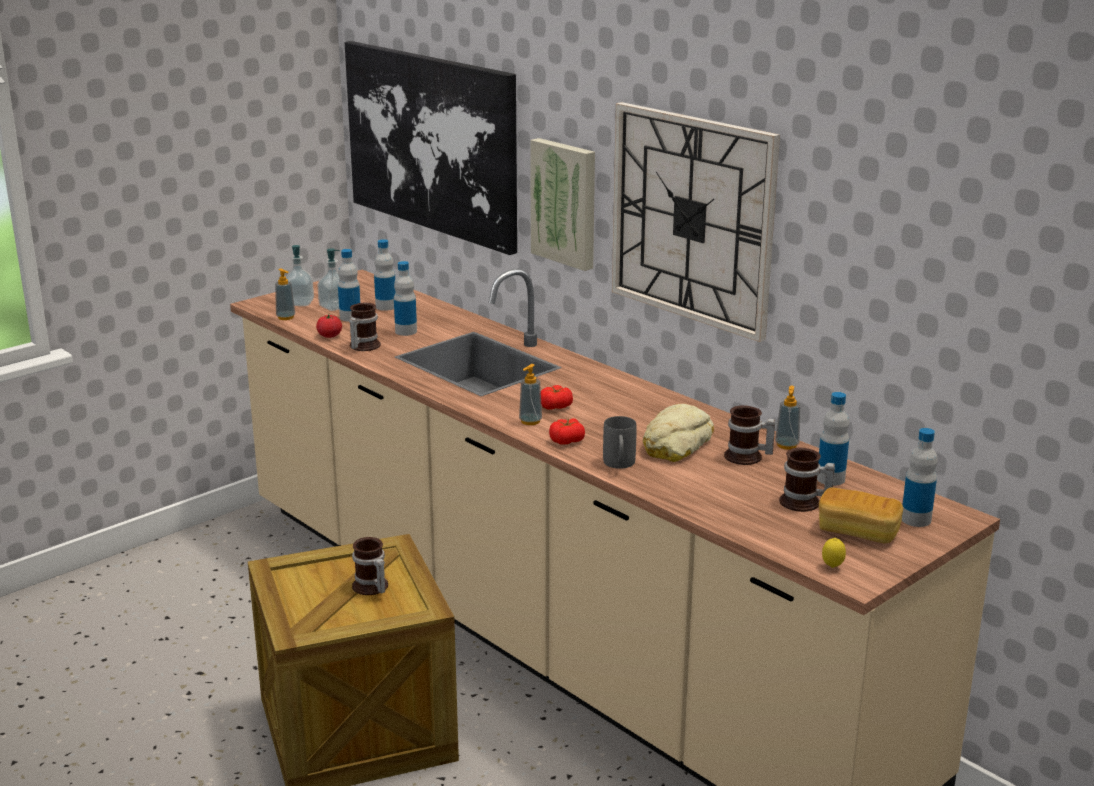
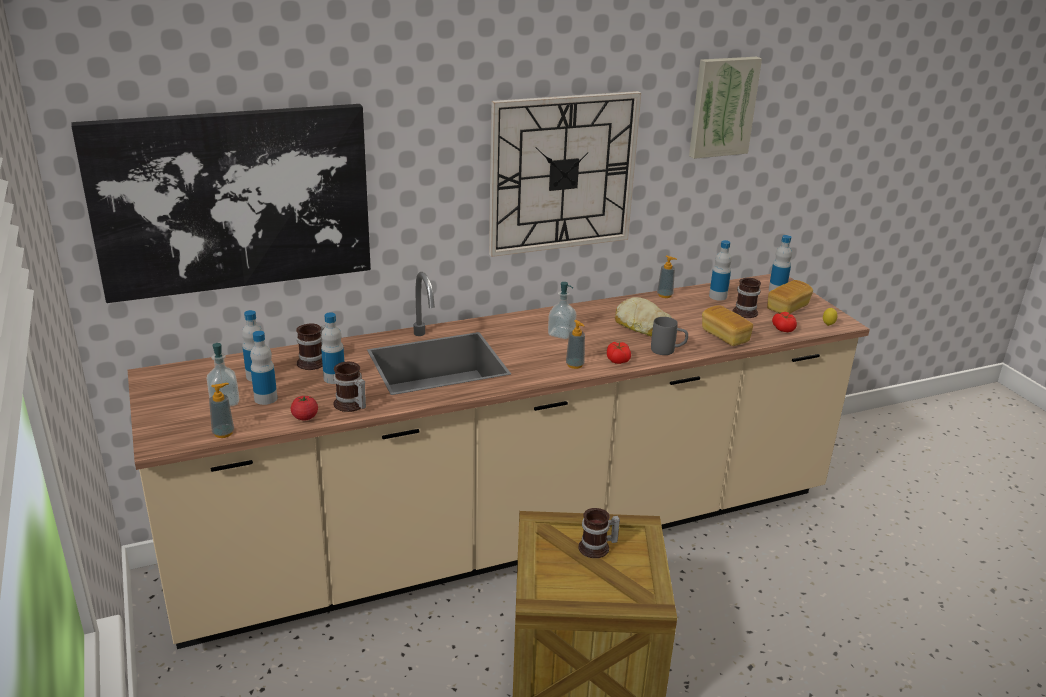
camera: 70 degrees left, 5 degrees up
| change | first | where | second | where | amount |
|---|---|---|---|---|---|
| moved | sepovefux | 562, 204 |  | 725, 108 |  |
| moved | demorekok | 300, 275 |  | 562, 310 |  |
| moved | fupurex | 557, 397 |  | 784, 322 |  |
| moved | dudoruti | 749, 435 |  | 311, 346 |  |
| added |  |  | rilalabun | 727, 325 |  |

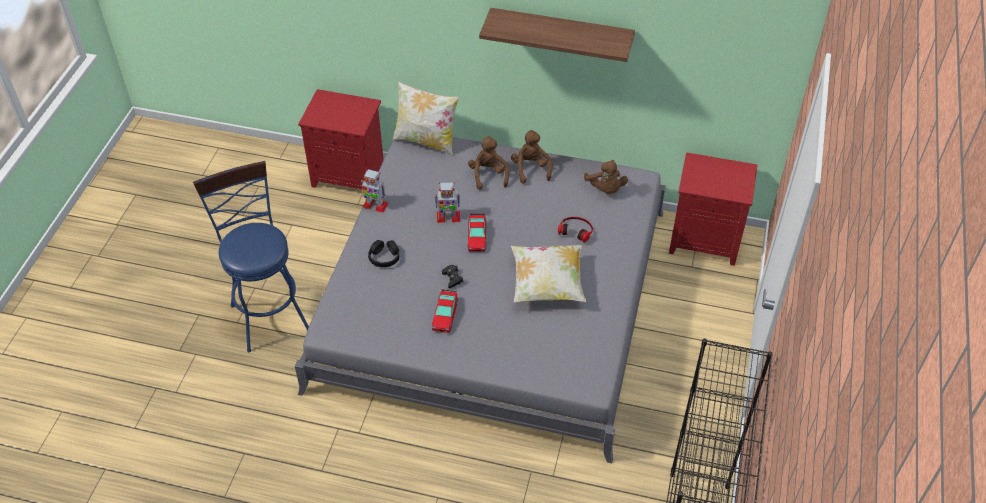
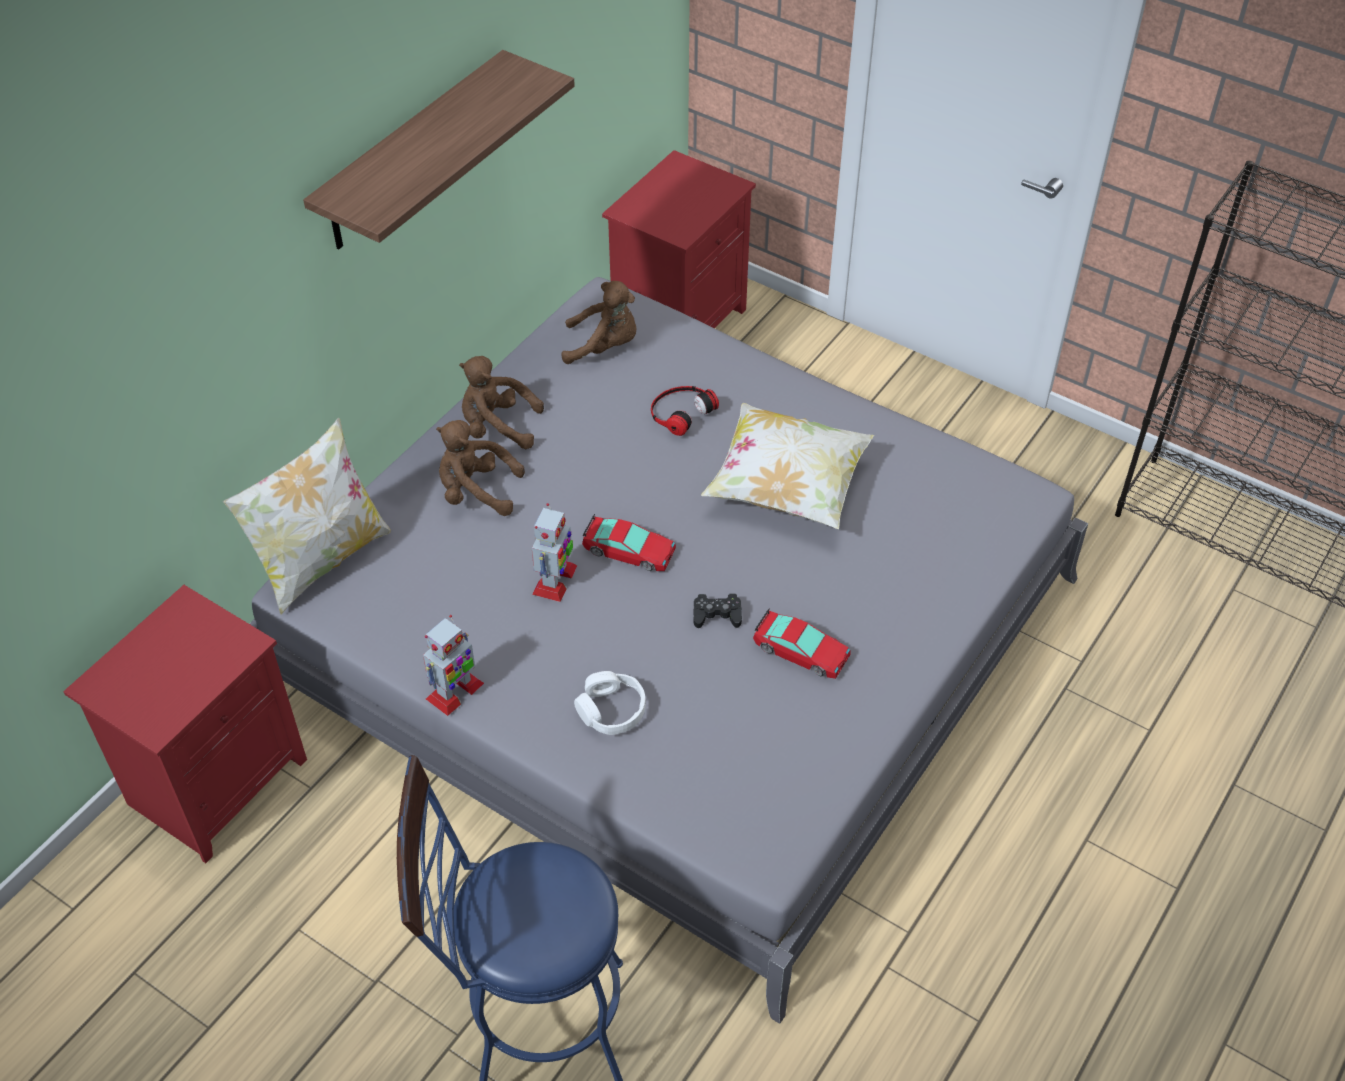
camera: 70 degrees left, 0 degrees up
| change | first | where | second | where | amount |
|---|---|---|---|---|---|
| recoloured | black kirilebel | 383, 253 | white kirilebel | 610, 703 |  |

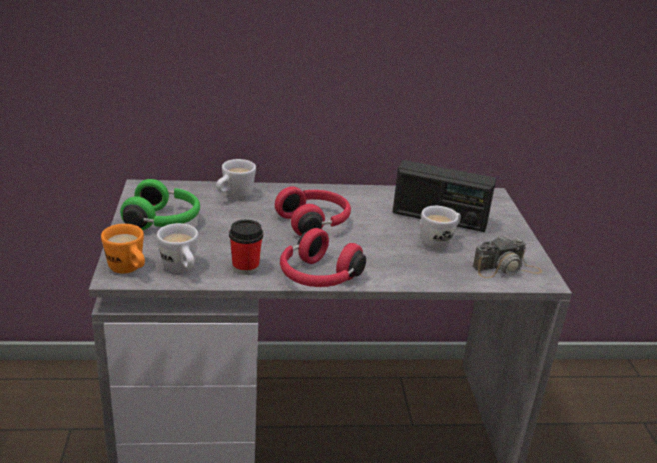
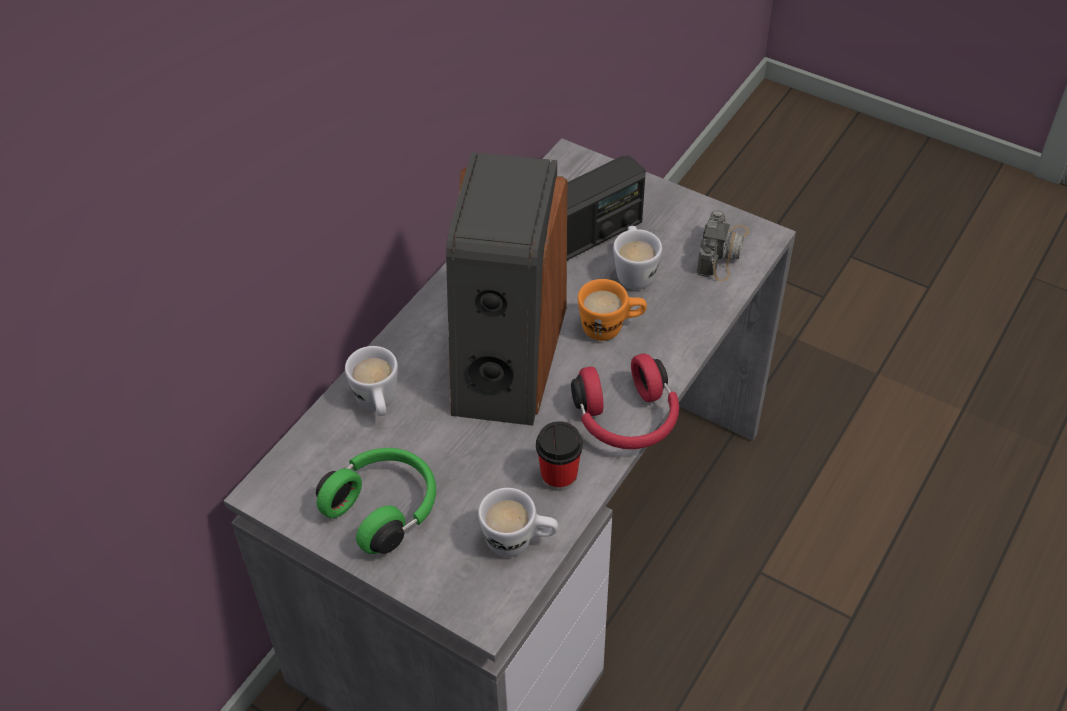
camera: 50 degrees left, 20 degrees up
| change | first | where | second | where | amount |
|---|---|---|---|---|---|
| replaced | red kirilebel | 313, 211 | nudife | 506, 289 |  |
| moved | orange dudoruti | 123, 249 |  | 612, 310 |  |

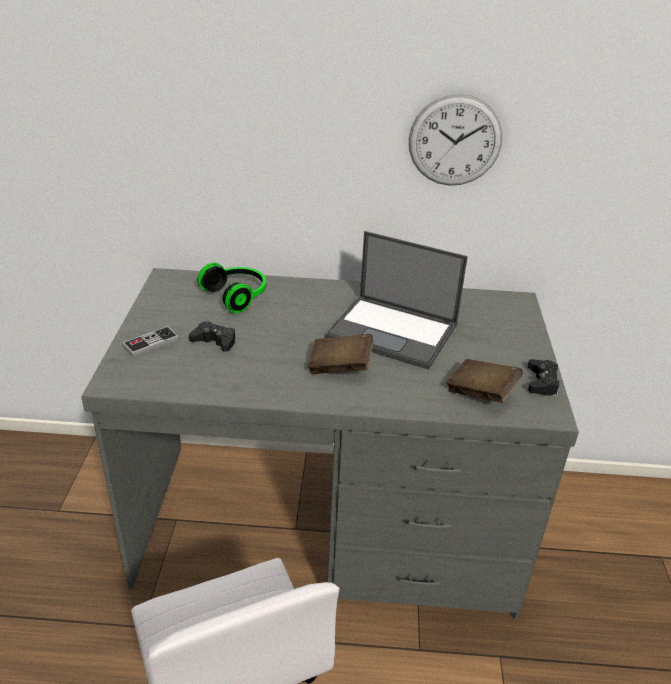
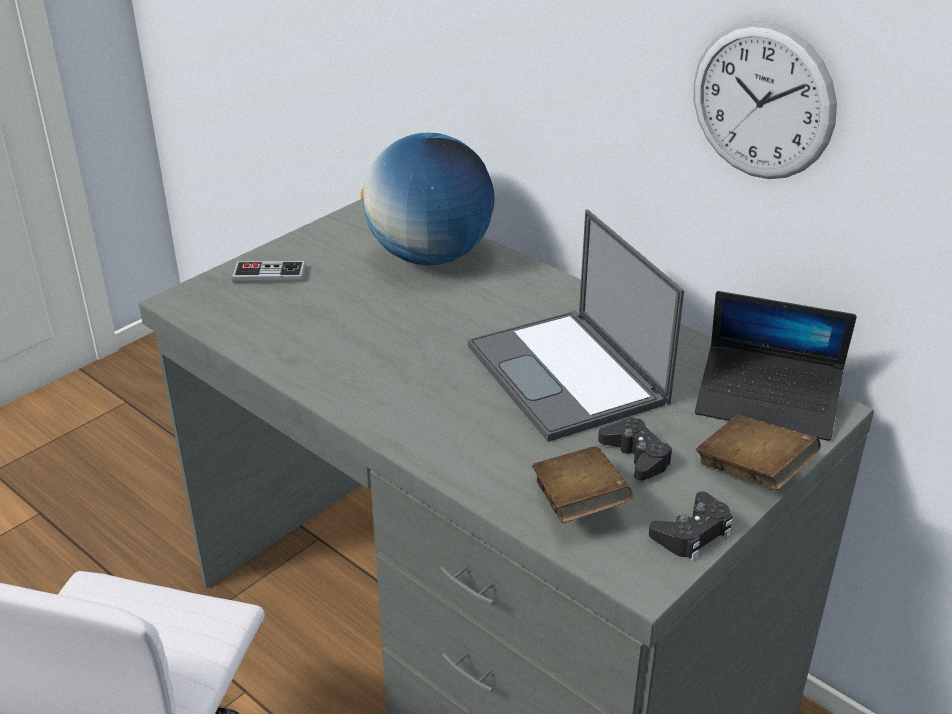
camera: 40 degrees right, 0 degrees up
| change | first | where | second | where | amount |
|---|---|---|---|---|---|
| replaced | kirilebel | 231, 288 | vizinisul | 428, 198 |  |
| moved | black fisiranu | 212, 336 |  | 635, 449 |  |
| moved | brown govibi | 340, 354 |  | 758, 452 |  |
| added |  |  | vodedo | 776, 366 |  |

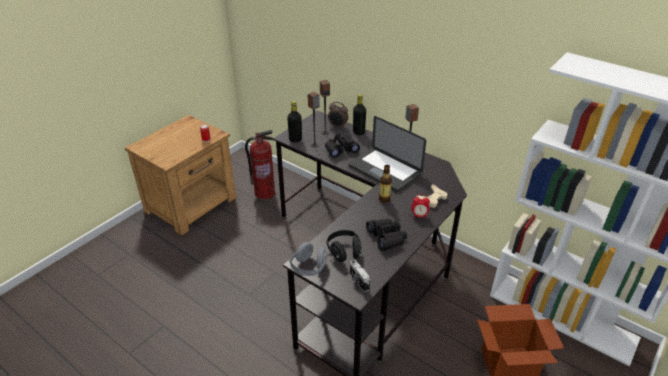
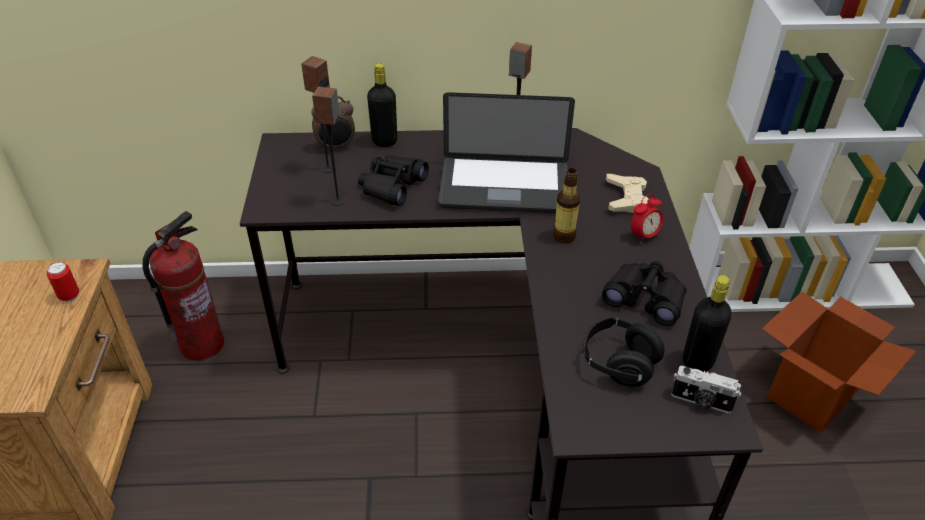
camera: 40 degrees left, 5 degrees up
| change | first | where | second | where | amount |
|---|---|---|---|---|---|
| moved | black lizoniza | 294, 122 |  | 707, 323 |  |
| removed | grey kirilebel | 308, 259 |  |  |  |

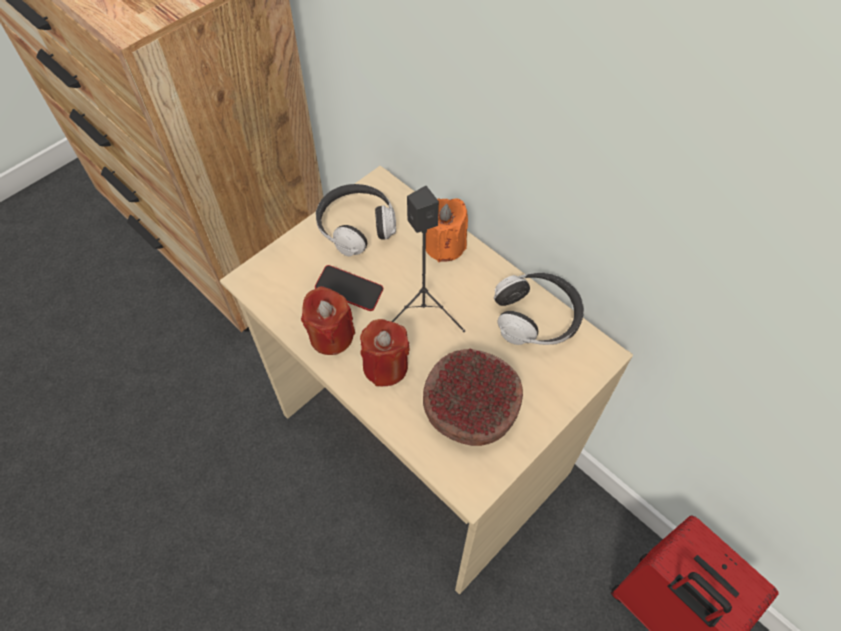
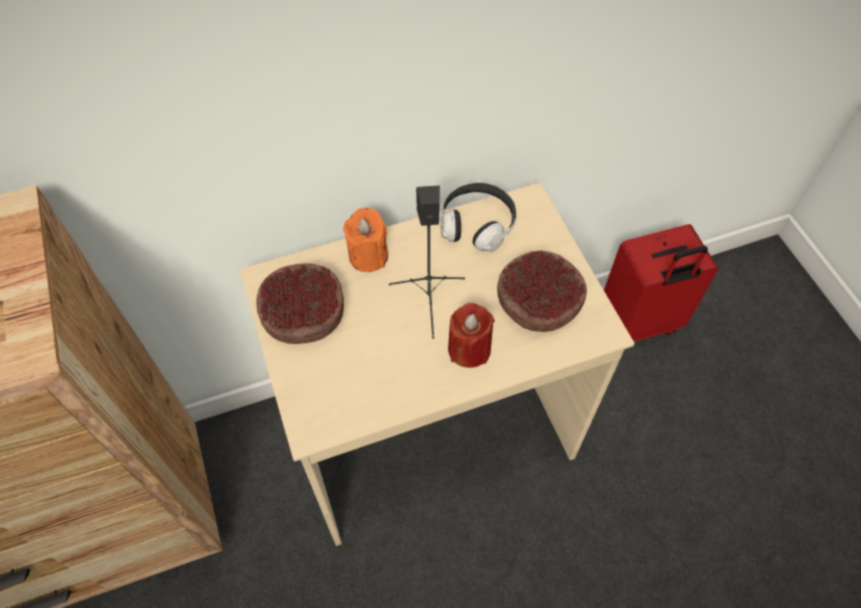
camera: 65 degrees left, 0 degrees up
| change | first | where | second | where | amount |
|---|---|---|---|---|---|
| replaced | kirilebel | 356, 220 | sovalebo | 300, 303 |  |
| removed | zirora | 349, 288 |  |  |  |
| removed | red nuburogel | 328, 320 |  |  |  |

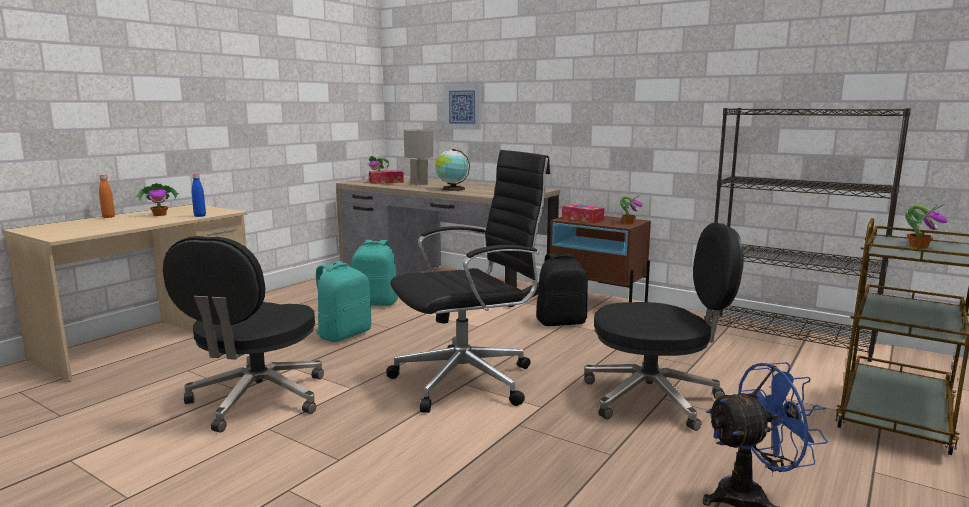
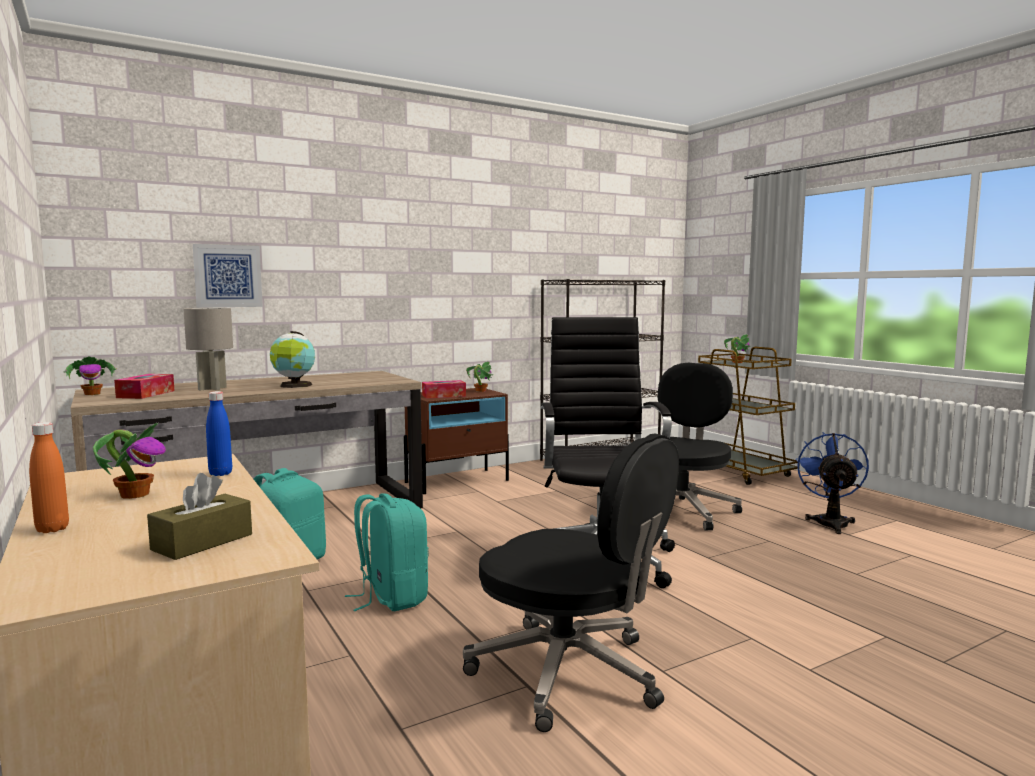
camera: 65 degrees left, 5 degrees down
| change | first | where | second | where | amount |
|---|---|---|---|---|---|
| removed | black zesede | 562, 289 |  |  |  |
| added |  |  | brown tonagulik | 199, 516 |  |

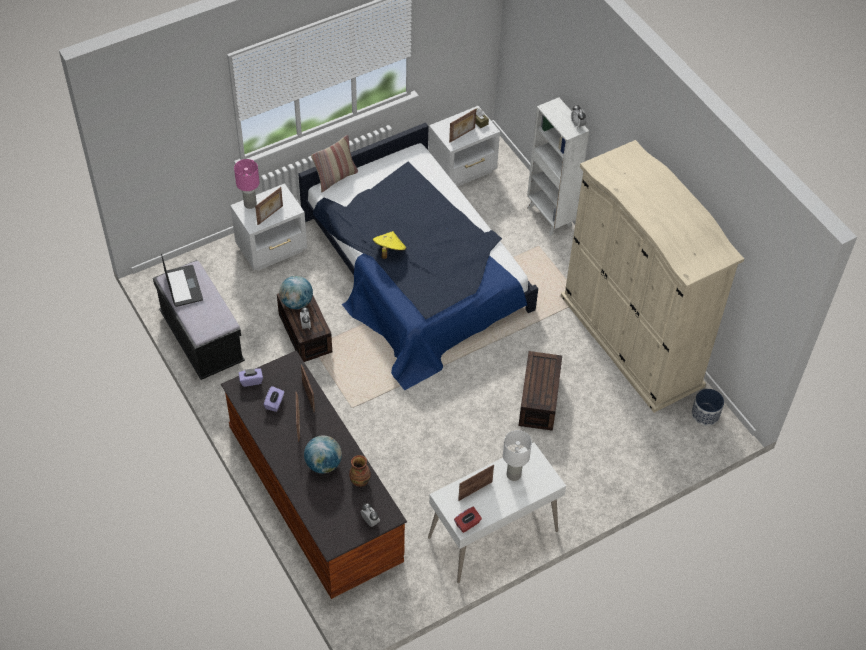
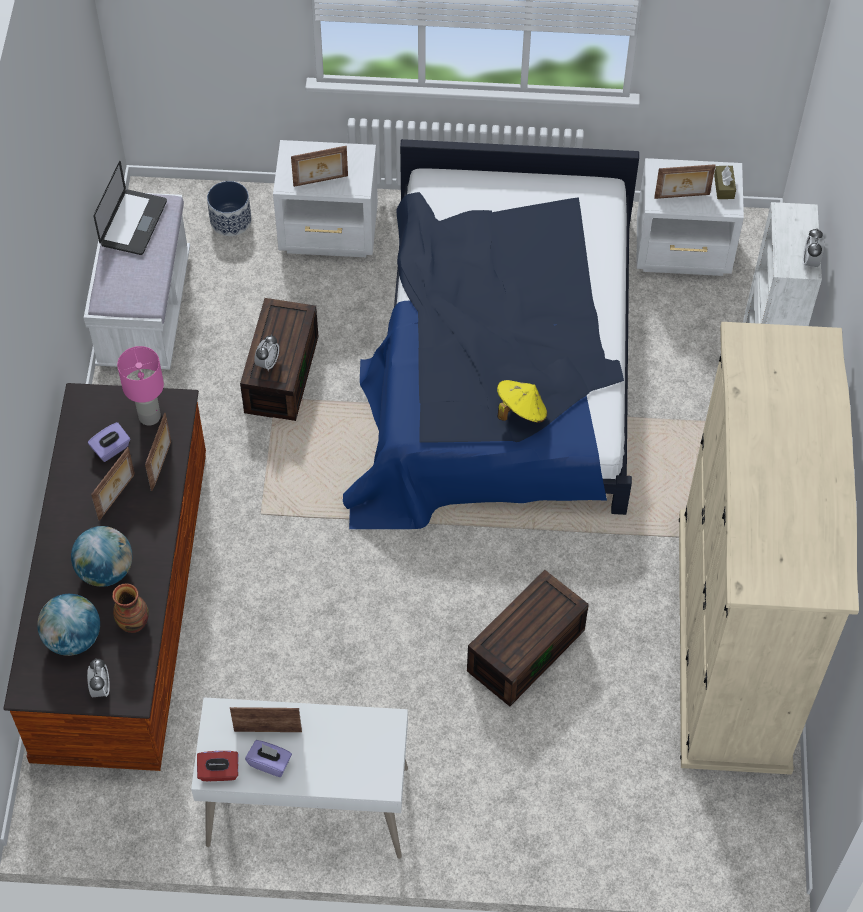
camera: 35 degrees right, 5 degrees up
| change | first | where | second | where | amount |
|---|---|---|---|---|---|
| removed | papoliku | 334, 163 |  |  |  |
| moved | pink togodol | 246, 184 |  | 140, 386 |  |
| moved | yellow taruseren | 389, 245 |  | 522, 401 |  |
| recoloured | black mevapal | 199, 320 | white mevapal | 137, 281 |  |
| moved | vizinisul | 296, 292 |  | 68, 625 |  |
| moved | purple tonagulik | 251, 377 |  | 268, 758 |  |
| moved | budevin | 707, 407 |  | 229, 208 |  |
| removed | white togodol | 517, 455 |  |  |  |

